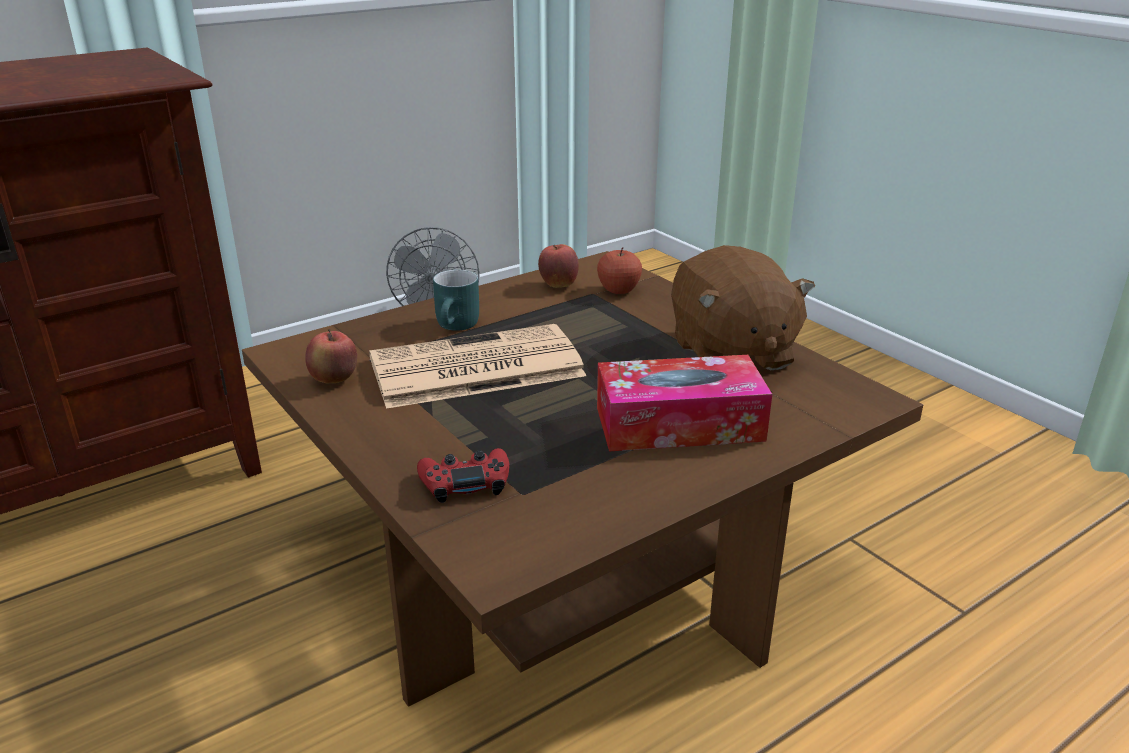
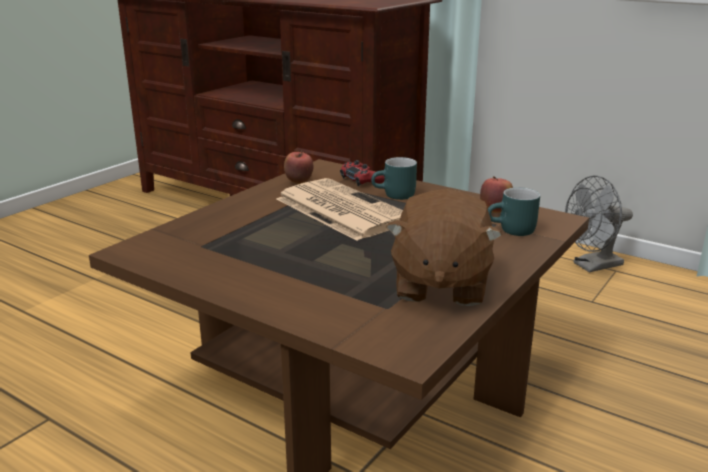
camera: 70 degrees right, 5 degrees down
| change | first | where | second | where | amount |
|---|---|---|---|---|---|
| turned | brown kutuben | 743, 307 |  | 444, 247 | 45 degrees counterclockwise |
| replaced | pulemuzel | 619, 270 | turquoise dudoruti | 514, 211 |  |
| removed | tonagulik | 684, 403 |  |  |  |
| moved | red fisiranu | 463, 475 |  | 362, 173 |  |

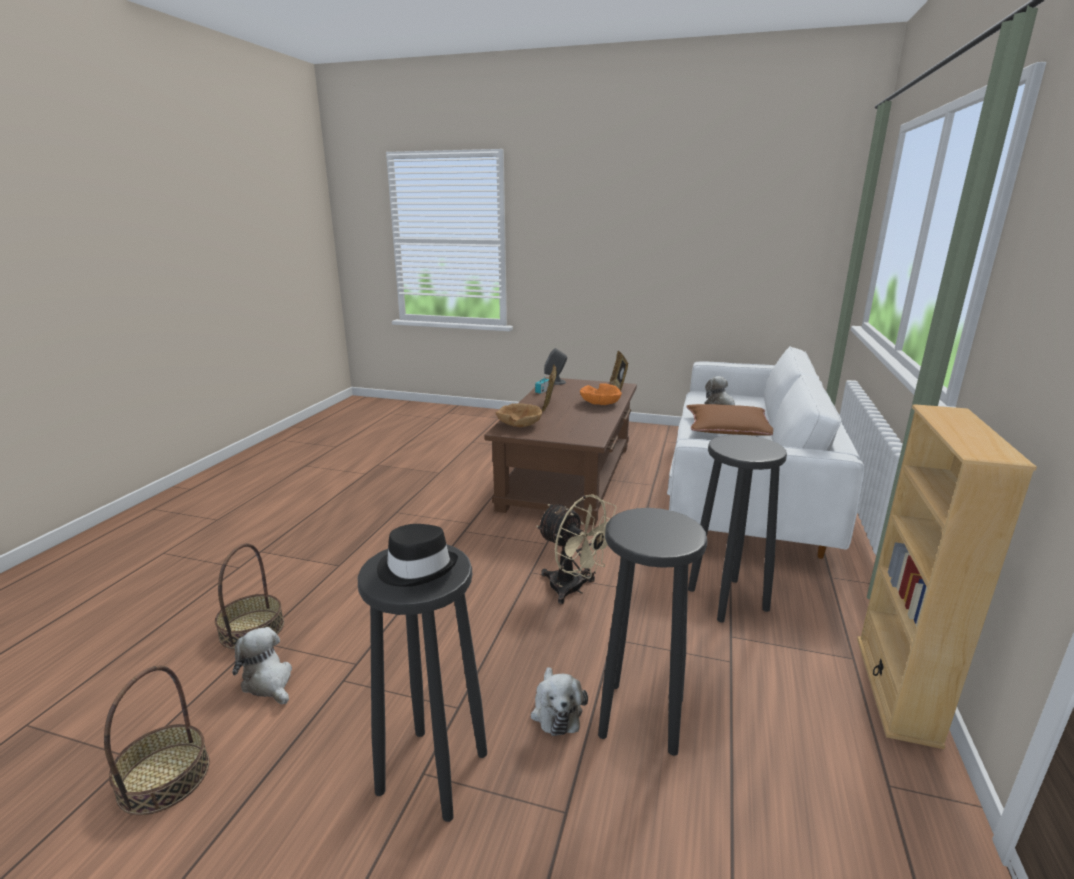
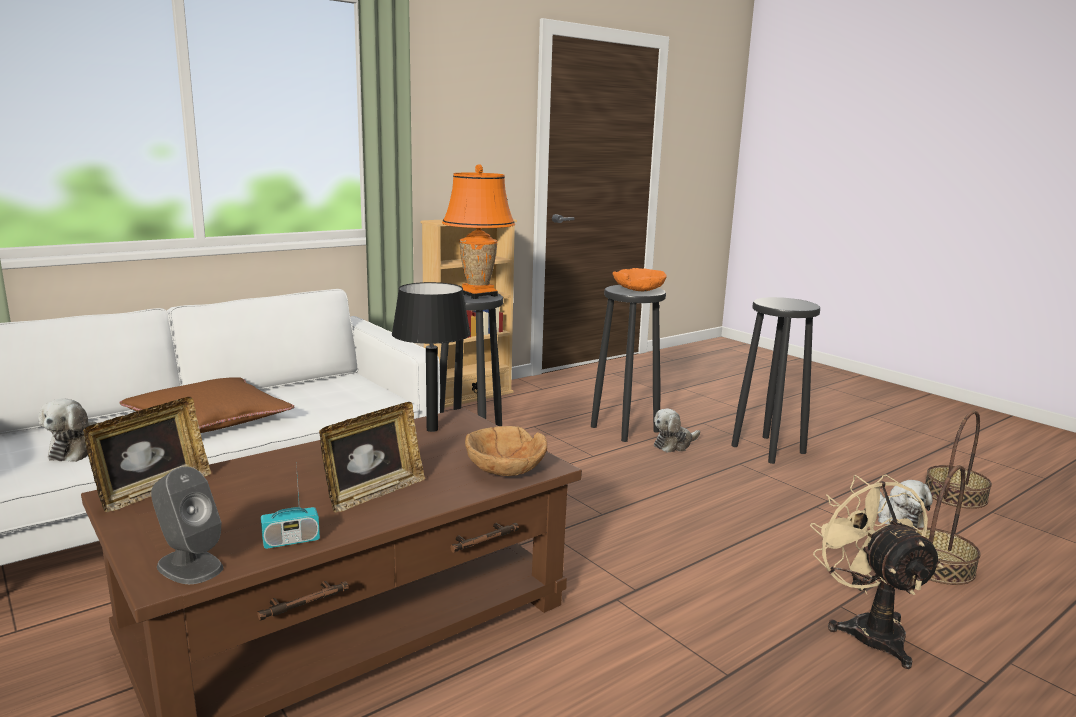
camera: 145 degrees left, 5 degrees down
| change | first | where | second | where | amount |
|---|---|---|---|---|---|
| moved | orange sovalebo | 601, 394 |  | 640, 280 |  |
| moved | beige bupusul | 576, 549 |  | 876, 572 |  |
| removed | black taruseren | 417, 555 |  |  |  |
| turned | kutuben | 559, 701 |  | 677, 431 | 150 degrees counterclockwise |
| added |  |  | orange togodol | 478, 231 |  |
| added |  |  | black togodol | 431, 357 |  |

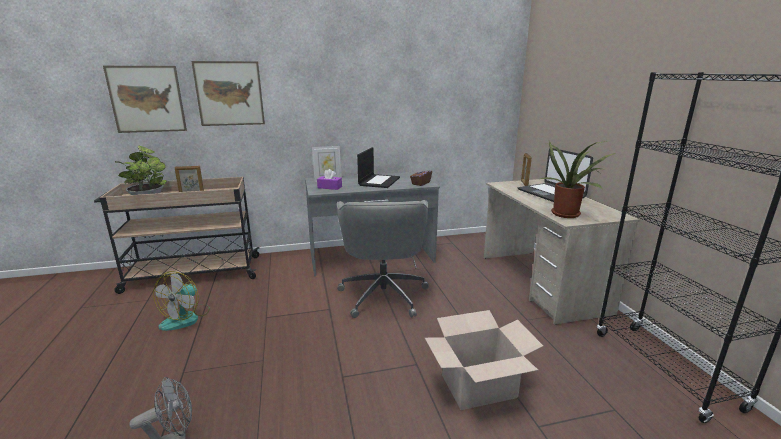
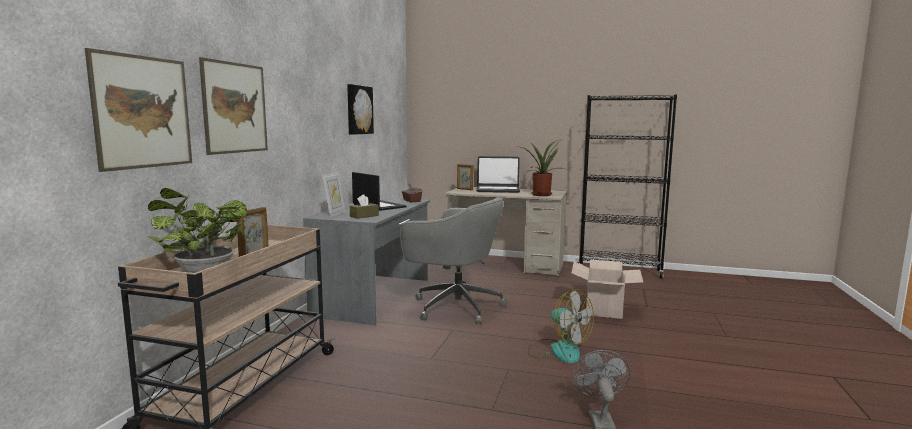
camera: 60 degrees left, 10 degrees down
| change | first | where | second | where | amount |
|---|---|---|---|---|---|
| recoloured | purple tonagulik | 329, 179 | brown tonagulik | 364, 206 |  |
| moved | bupusul | 181, 301 |  | 561, 326 |  |
| added |  |  | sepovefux | 360, 109 |  |

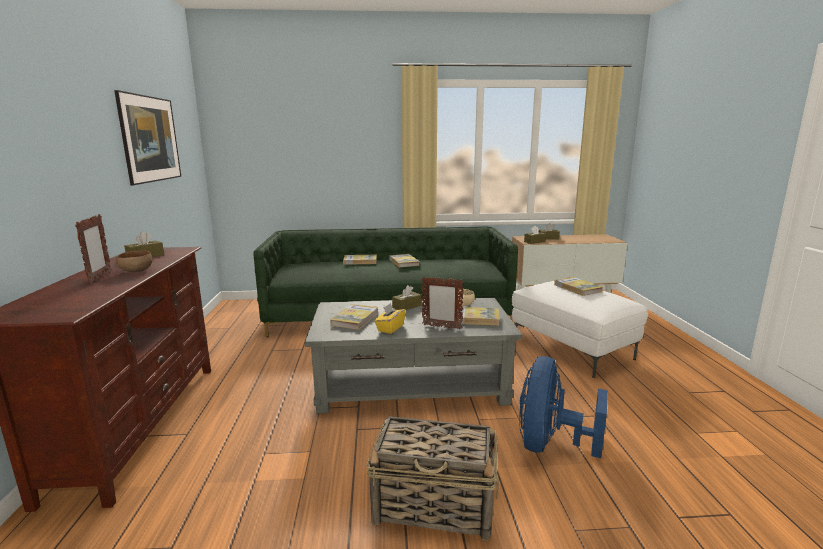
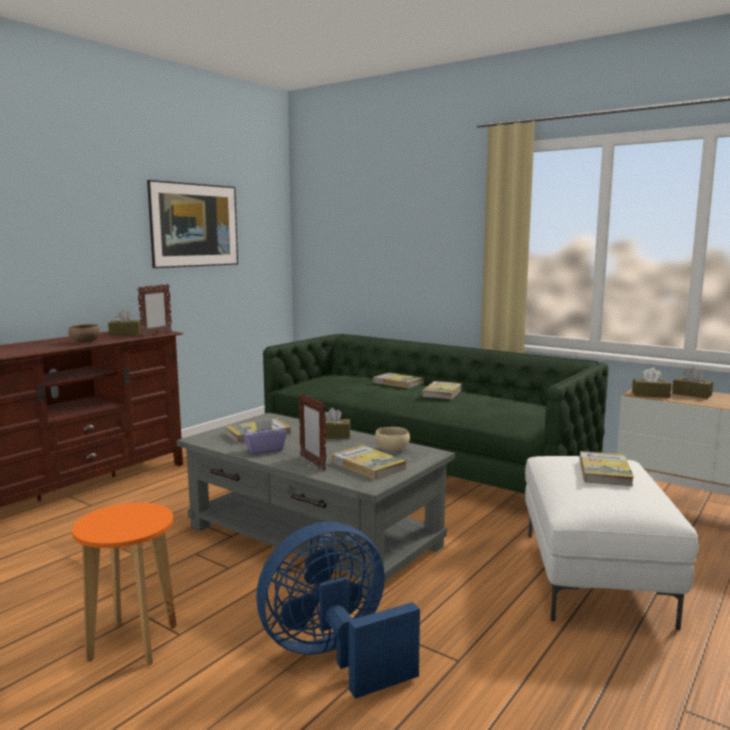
camera: 40 degrees right, 5 degrees down
| change | first | where | second | where | amount |
|---|---|---|---|---|---|
| moved | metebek | 93, 249 |  | 154, 310 |  |
| recoloured | yellow tonagulik | 390, 318 | purple tonagulik | 265, 436 |  |
| replaced | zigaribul | 432, 478 | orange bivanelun | 124, 584 |  |

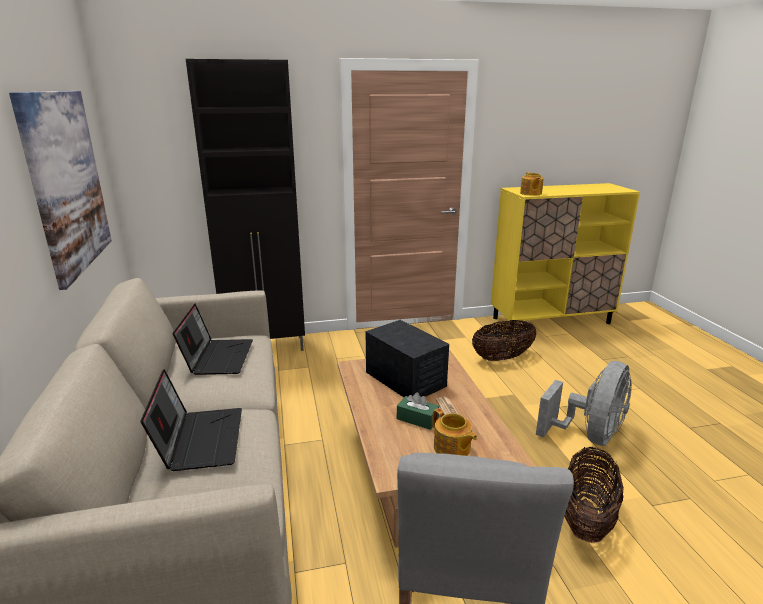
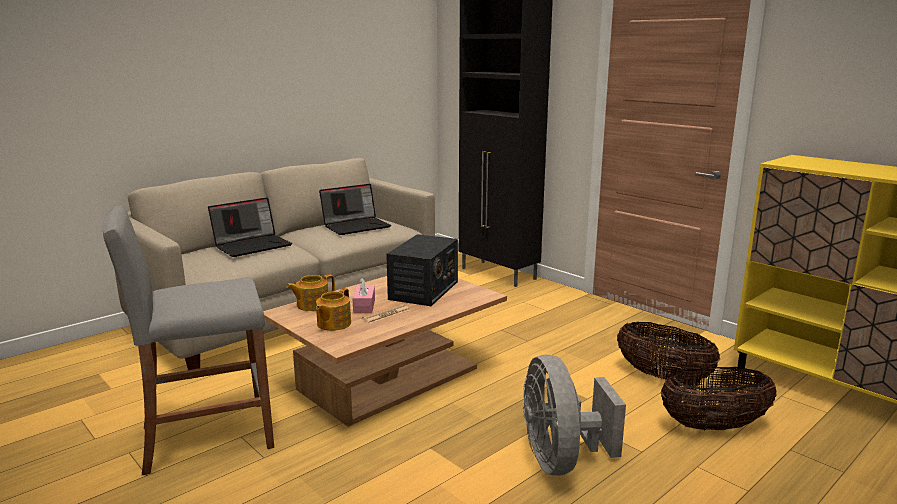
camera: 60 degrees right, 5 degrees down
| change | first | where | second | where | amount |
|---|---|---|---|---|---|
| removed | sepovefux | 60, 190 |  |  |  |
| moved | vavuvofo | 532, 184 |  | 310, 292 |  |
| turned | grey bupusul | 584, 403 |  | 574, 415 | 75 degrees clockwise |
| recoloured | green tonagulik | 418, 411 | pink tonagulik | 364, 295 |  |
| moved | zigaribul | 594, 495 |  | 719, 398 |  |

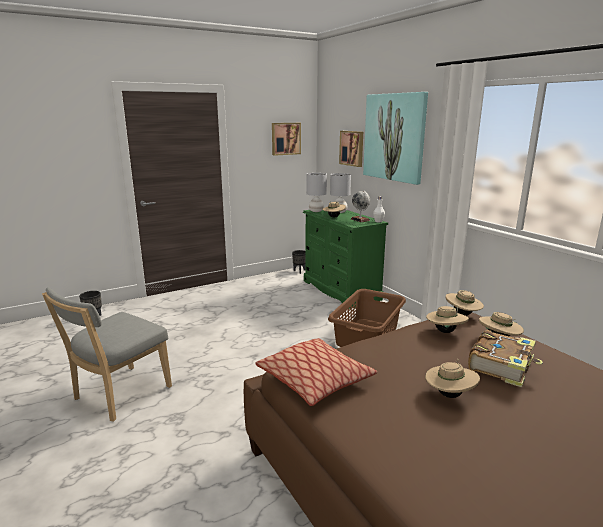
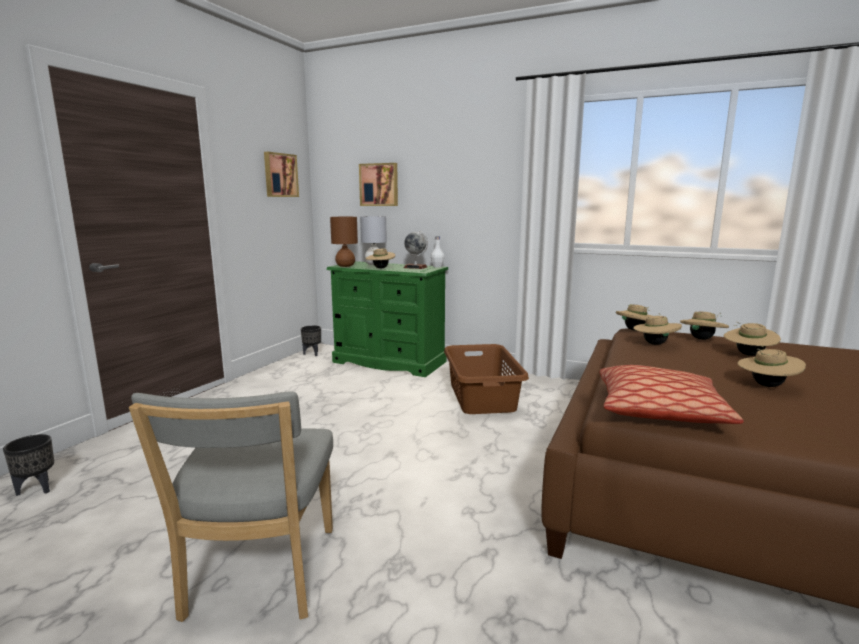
camera: 35 degrees left, 5 degrees down
| change | first | where | second | where | amount |
|---|---|---|---|---|---|
| removed | sepovefux | 395, 138 |  |  |  |
| recoloured | grey togodol | 316, 192 | brown togodol | 344, 242 |  |
| replaced | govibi | 505, 358 | beige taruseren | 752, 339 |  |

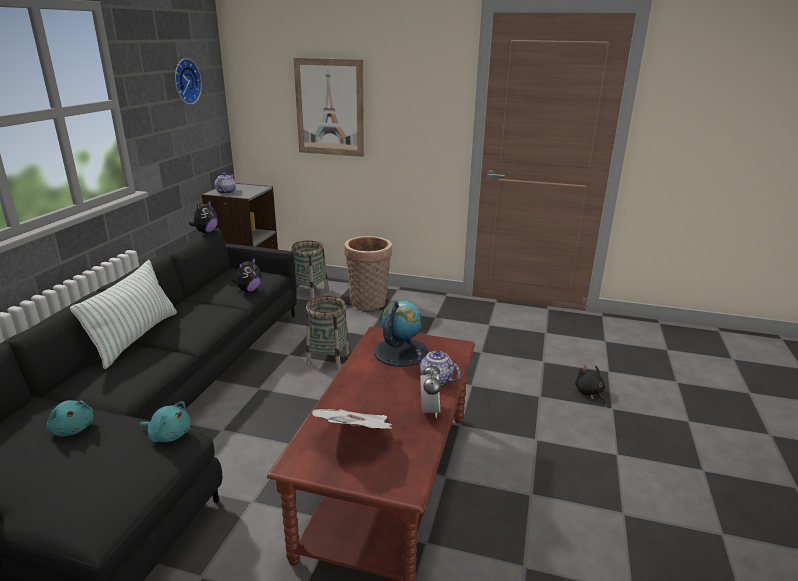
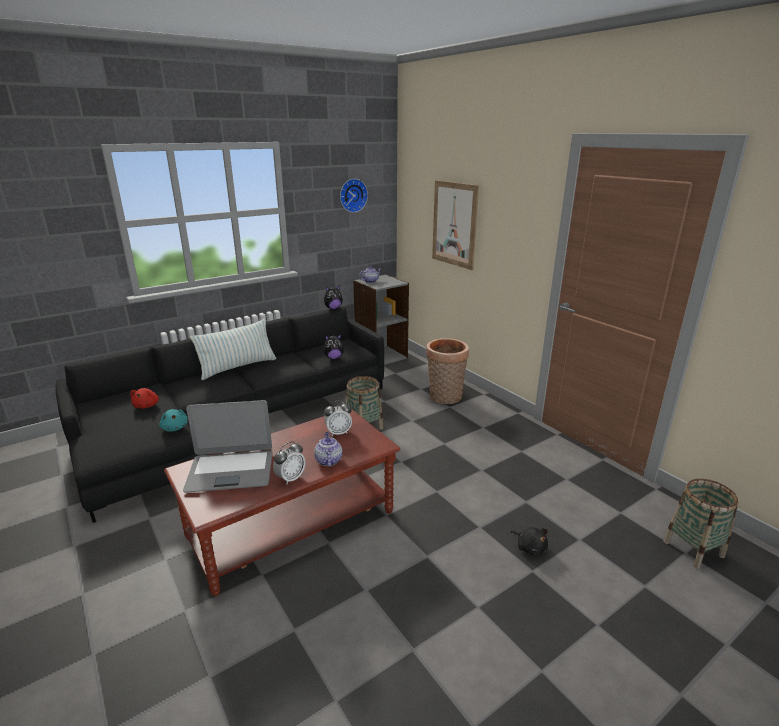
camera: 40 degrees right, 0 degrees up
| change | first | where | second | where | amount |
|---|---|---|---|---|---|
| moved | zigaribul | 310, 269 |  | 700, 524 |  |
| replaced | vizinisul | 401, 333 | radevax | 338, 418 |  |
| turned | black kutuben | 590, 384 |  | 529, 541 | 120 degrees clockwise |
| recoloured | turquoise kutuben | 70, 418 | red kutuben | 144, 398 |  |
| replaced | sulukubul | 352, 419 | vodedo | 228, 446 |  |

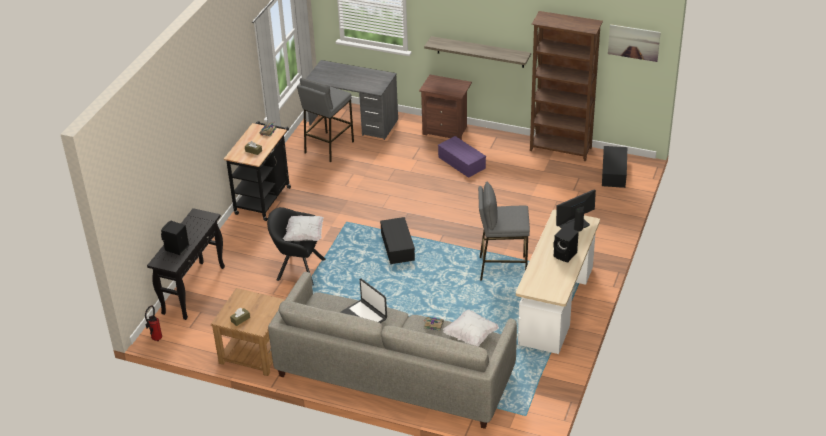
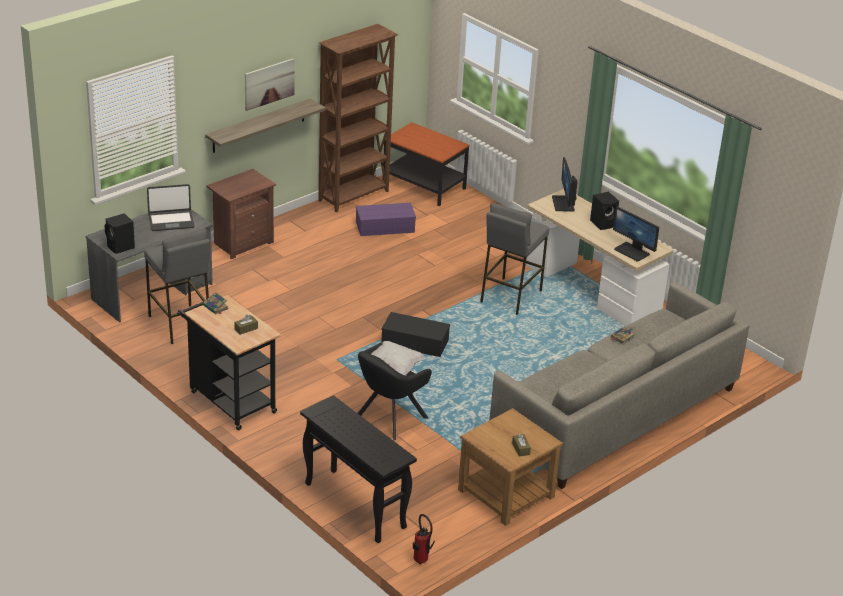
camera: 65 degrees left, 5 degrees down
| change | first | where | second | where | amount |
|---|---|---|---|---|---|
| moved | sepovefux | 634, 43 |  | 270, 84 |  |
| moved | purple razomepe | 462, 157 |  | 386, 219 |  |
| replaced | black razomepe | 614, 167 | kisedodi | 426, 164 |  |
| moved | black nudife | 175, 237 |  | 120, 233 |  |
| moved | vodedo | 363, 301 |  | 170, 207 |  |
| removed | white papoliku | 471, 328 |  |  |  |
| added |  |  | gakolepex | 636, 234 |  |

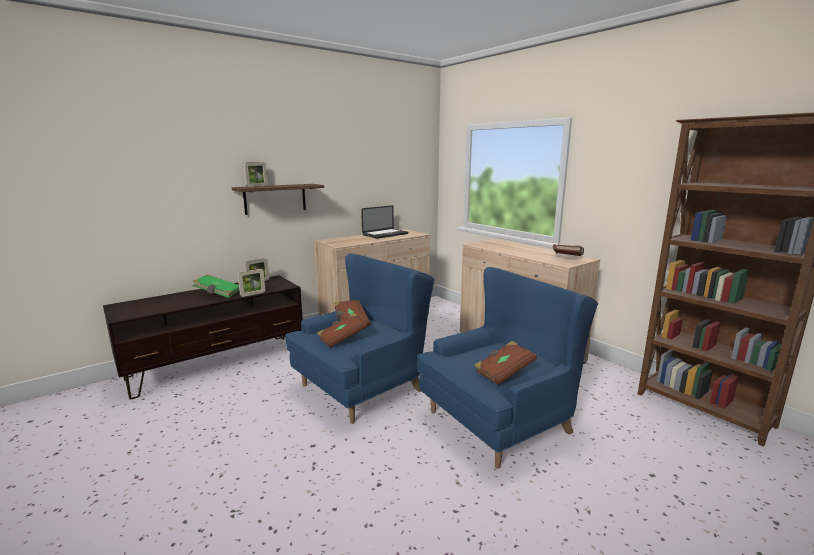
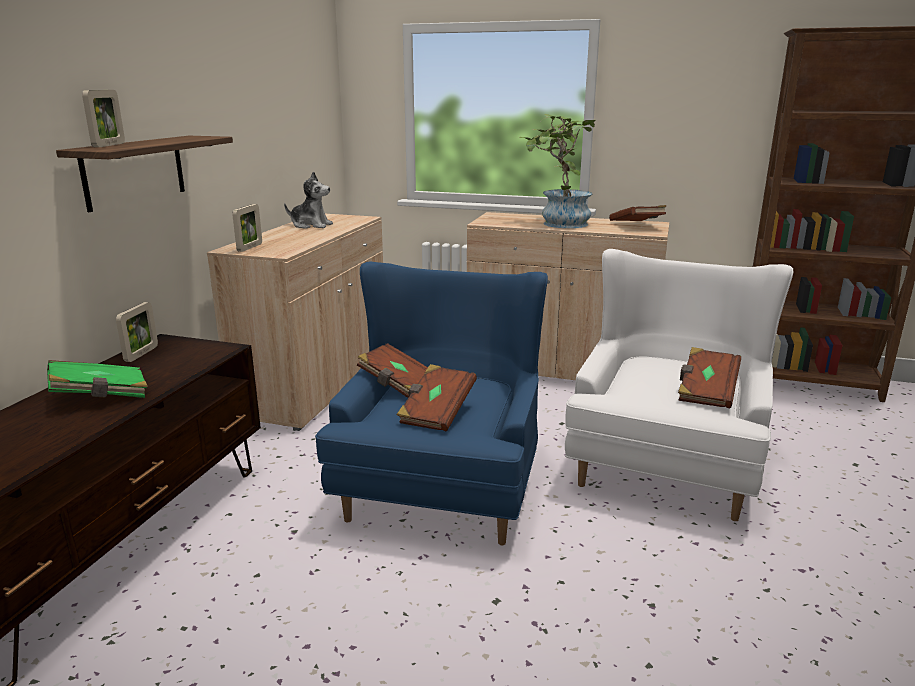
camera: 35 degrees left, 5 degrees up
| change | first | where | second | where | amount |
|---|---|---|---|---|---|
| replaced | vodedo | 384, 222 | kutuben | 308, 200 |  |
| recoloured | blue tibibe | 507, 368 | white tibibe | 679, 385 |  |
| moved | metebek | 251, 283 |  | 247, 228 |  |
| added |  |  | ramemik | 557, 171 |  |

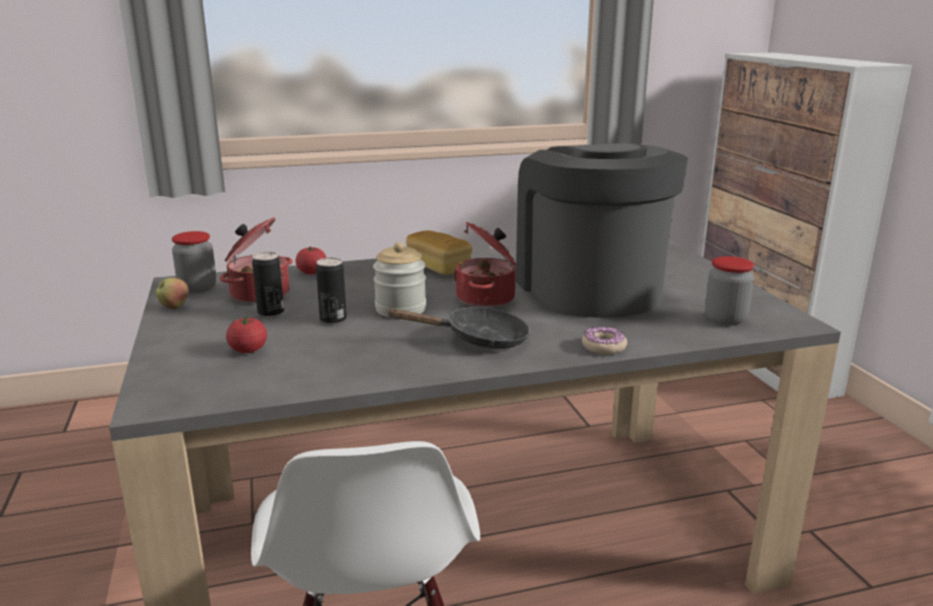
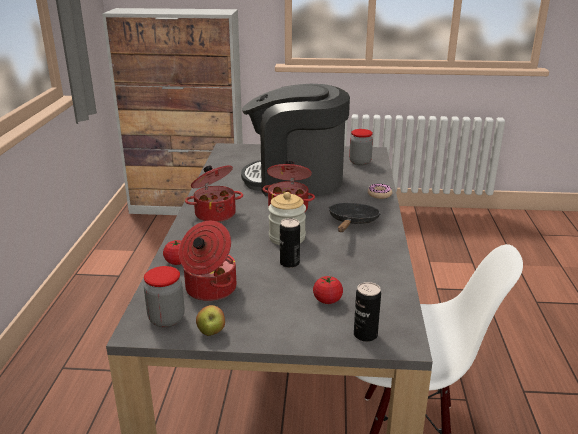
camera: 70 degrees left, 5 degrees up
| change | first | where | second | where | amount |
|---|---|---|---|---|---|
| replaced | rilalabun | 439, 252 | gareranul | 214, 193 |  |
| moved | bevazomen | 268, 284 |  | 367, 312 |  |

